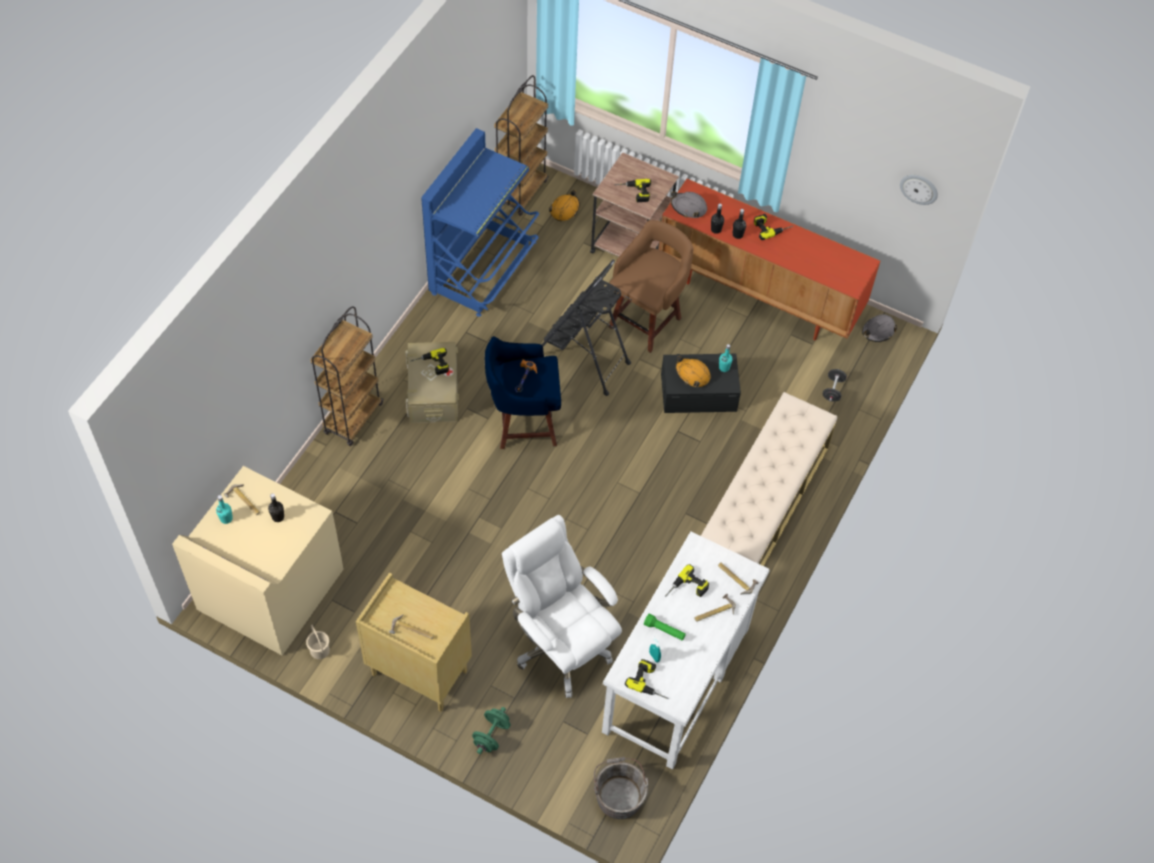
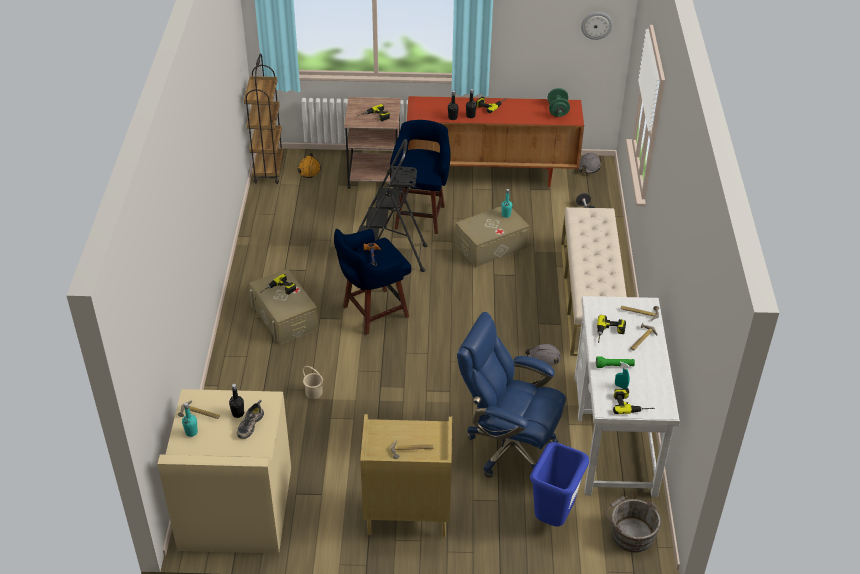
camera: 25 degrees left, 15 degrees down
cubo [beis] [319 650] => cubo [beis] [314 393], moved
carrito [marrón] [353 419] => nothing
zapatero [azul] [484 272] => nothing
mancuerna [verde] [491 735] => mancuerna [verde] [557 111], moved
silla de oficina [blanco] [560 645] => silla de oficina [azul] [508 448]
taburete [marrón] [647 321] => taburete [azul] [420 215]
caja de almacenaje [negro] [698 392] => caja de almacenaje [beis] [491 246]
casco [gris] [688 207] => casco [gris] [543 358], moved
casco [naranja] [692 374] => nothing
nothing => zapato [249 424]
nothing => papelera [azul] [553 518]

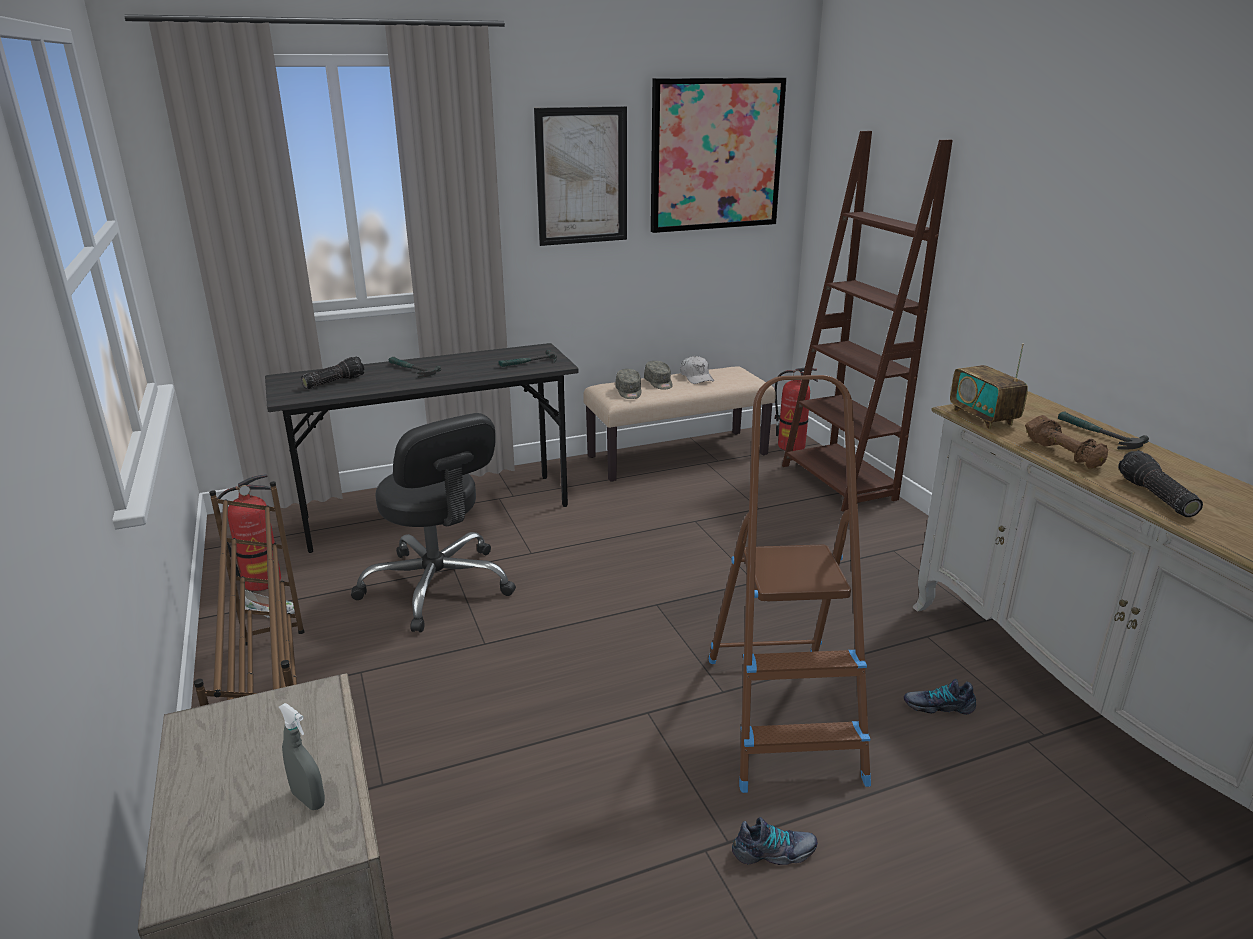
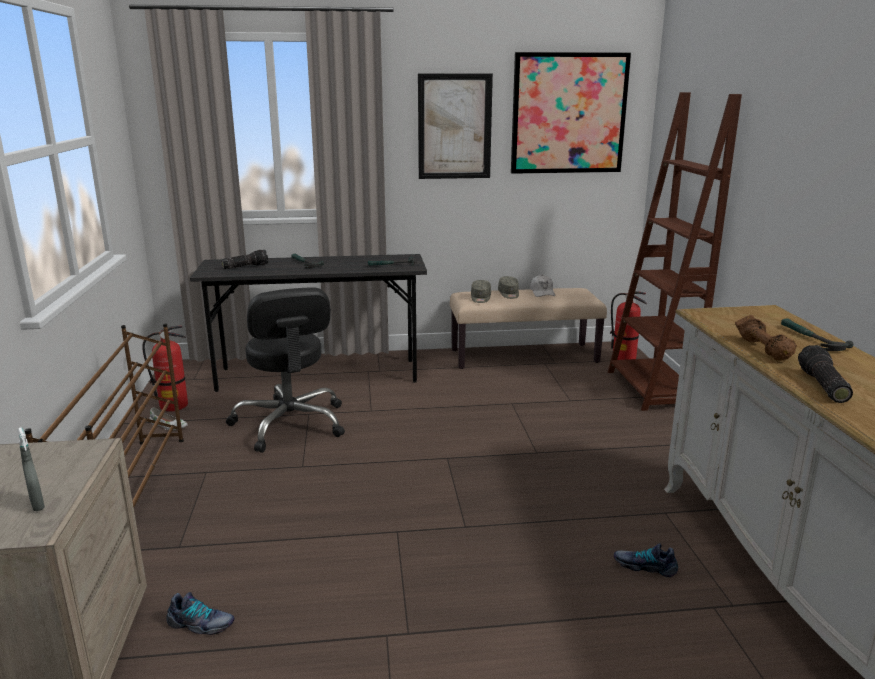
camera: 15 degrees right, 5 degrees down
escalera de tijera [marrón] [782 717] => nothing
zapato [774 853] => zapato [200 625], moved
radio [983 417] => nothing

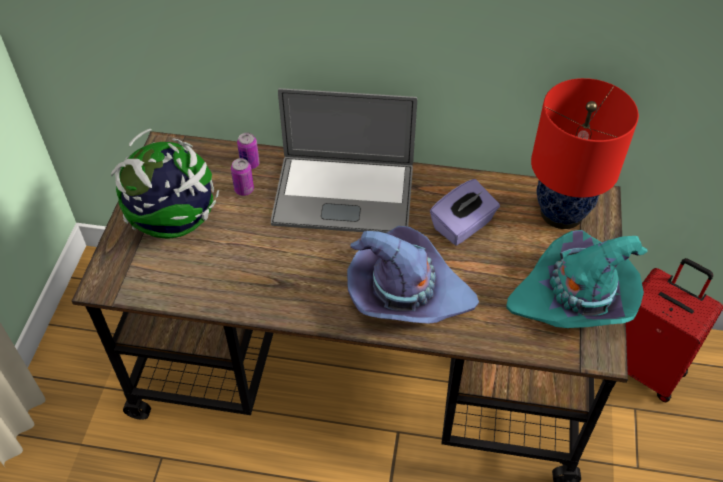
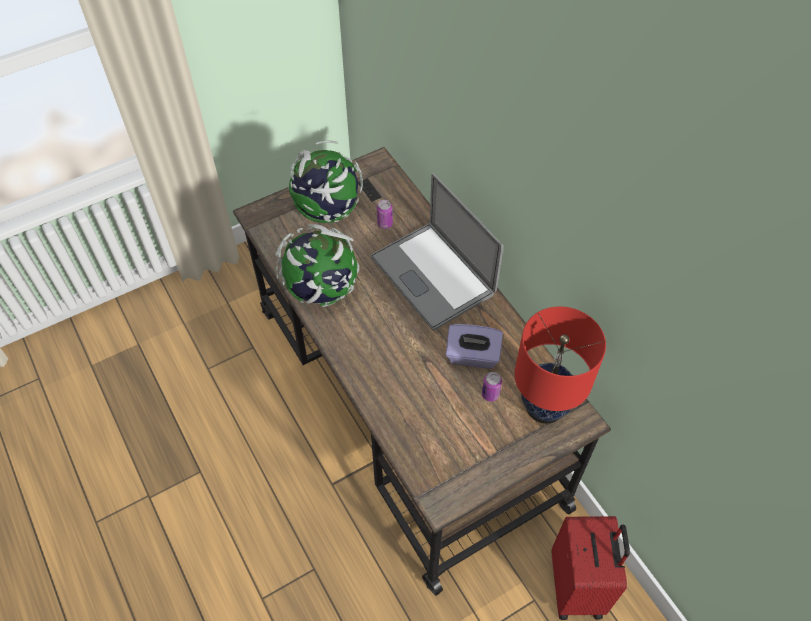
camera: 50 degrees right, 5 degrees up
lata [250 164] => lata [490 394], moved
sombrero [morado] [406 293] => nothing
sombrero [turquesa] [576 298] => nothing
nothing => globo terráqueo [321 290]

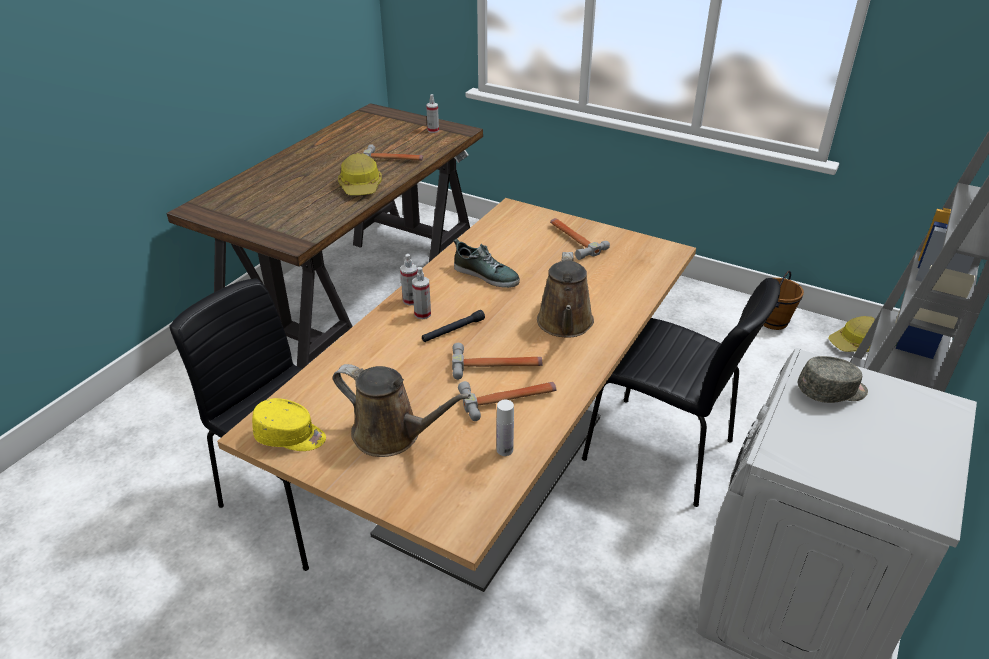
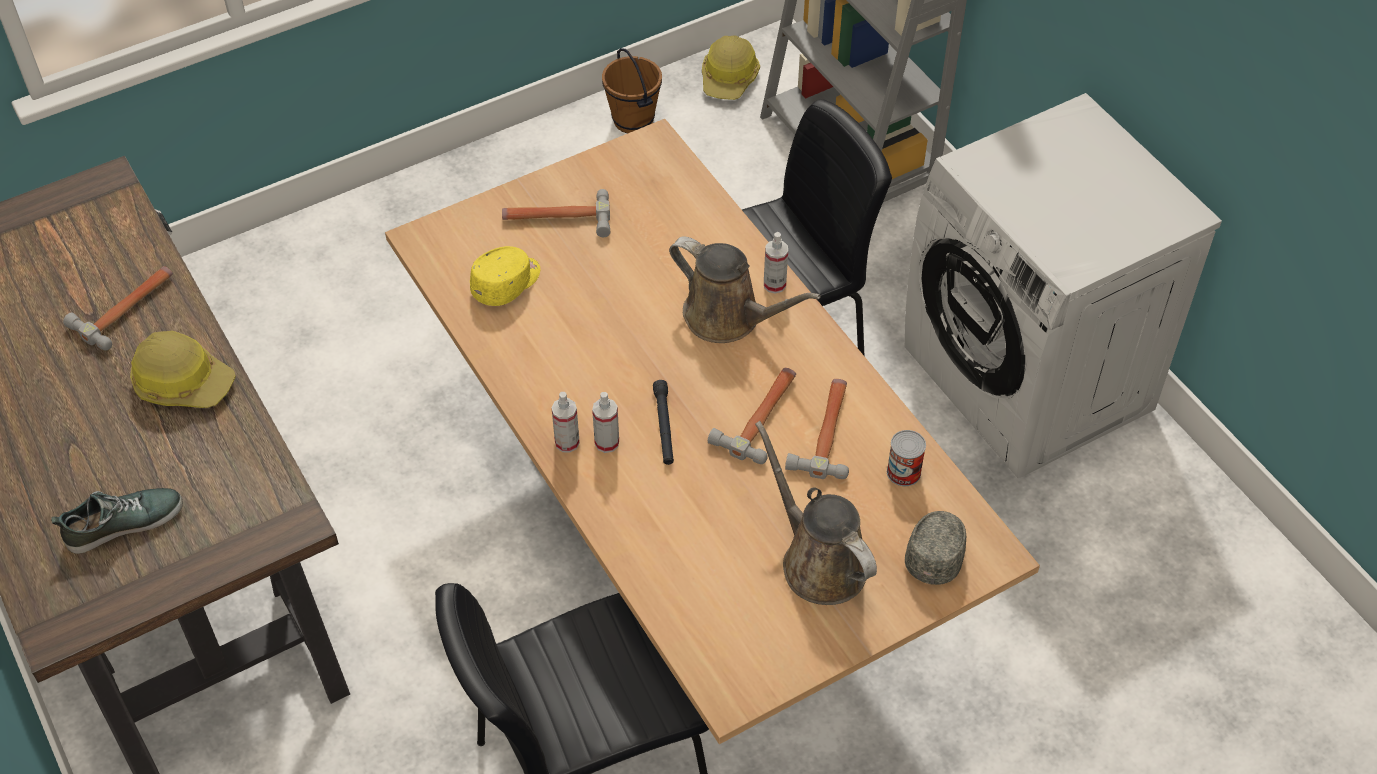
camera: 60 degrees left, 15 degrees up
gorra [amarillo] [290 436] => gorra [amarillo] [507 283], moved
regadera [marrón] [392 435] => regadera [marrón] [818 561], 90 degrees counterclockwise
pulverizador [433 130] => pulverizador [774 284], moved
zapato [486 275] => zapato [124 523], moved
botella [blanco] [504 450] => lata [903 472]
gorra [gris] [832 391] => gorra [gris] [937 552], moved

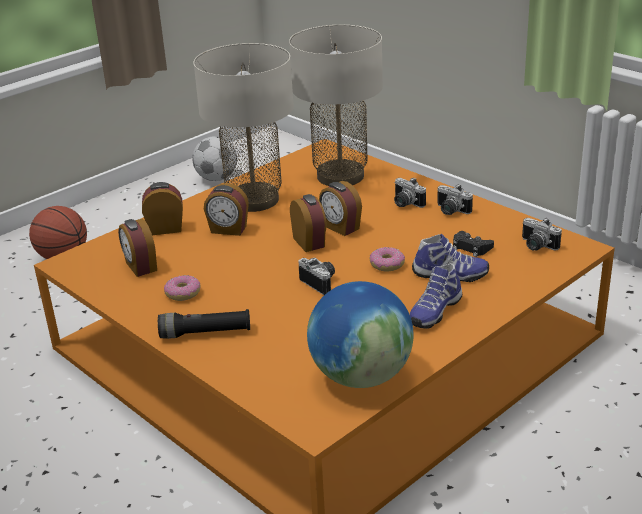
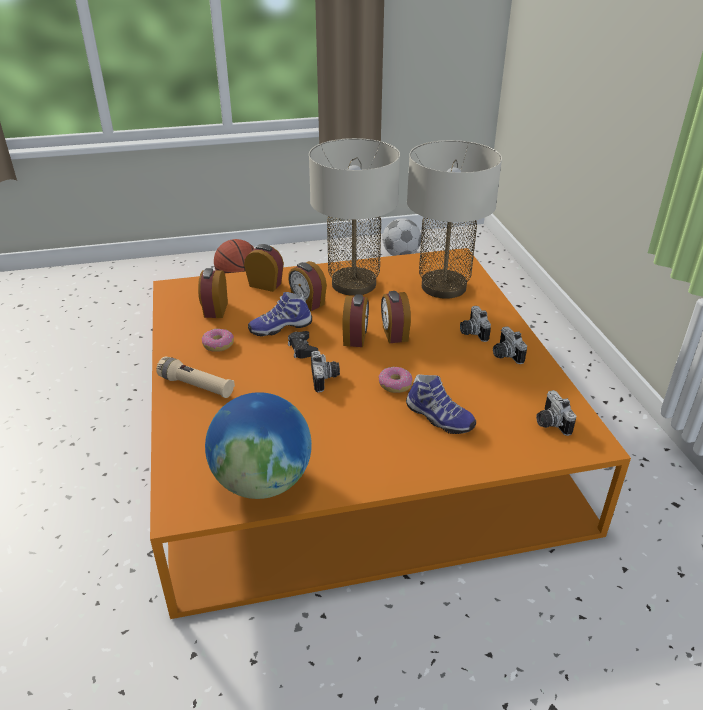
camera: 30 degrees right, 5 degrees up
linterna [negro] [205 333] => linterna [beis] [196 386]
zapato [434 311] => zapato [280 327], moved
mando de consola [negro] [471 247] => mando de consola [negro] [302 348], moved

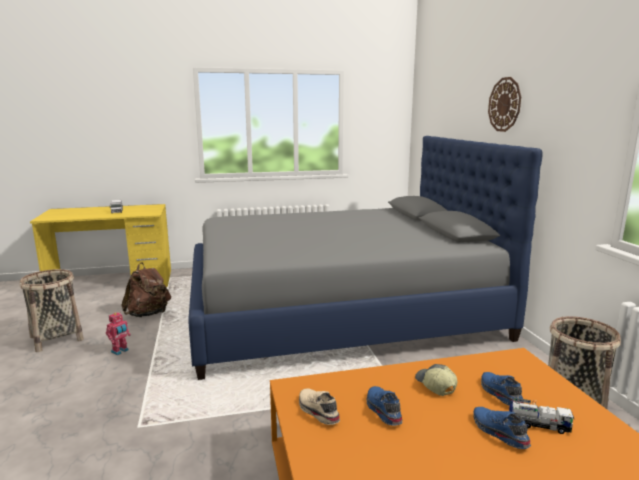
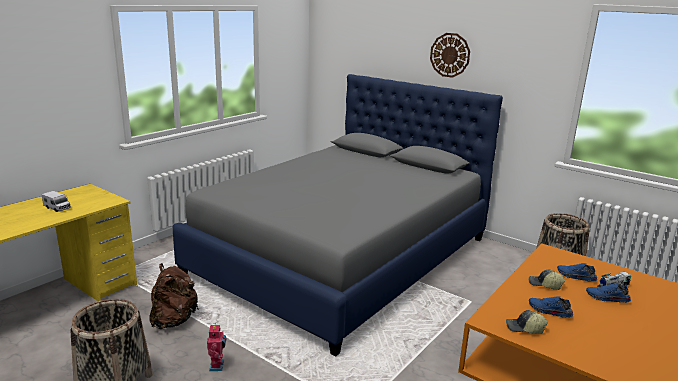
camera: 40 degrees left, 5 degrees up
zapato [beis] [317 411] => gorra [524 328]

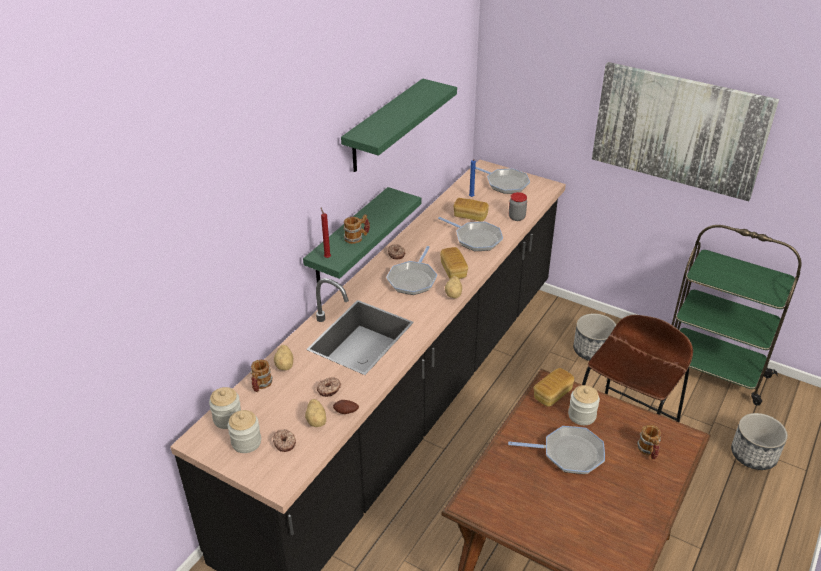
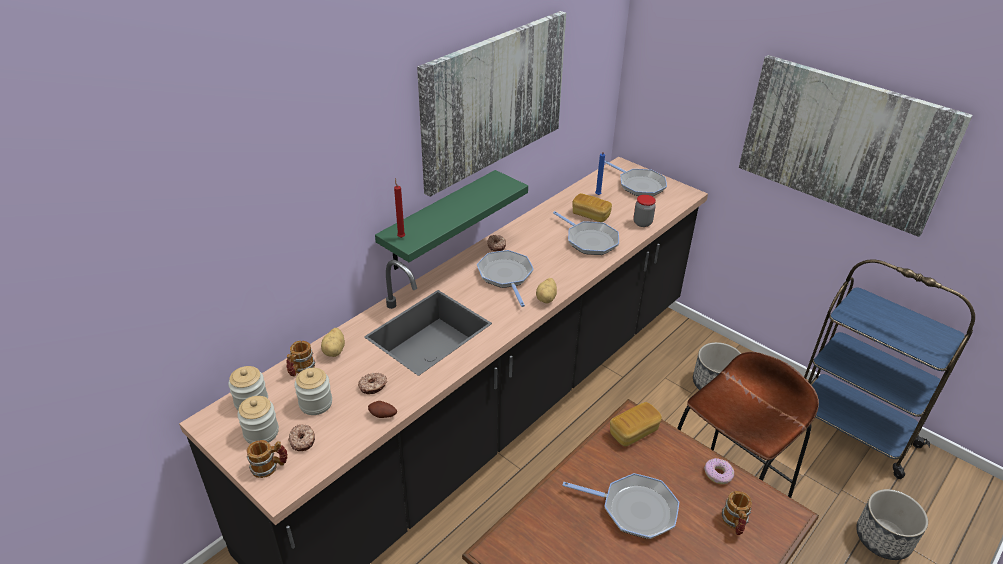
camera: 10 degrees right, 0 degrees up
patata [317 420] => nothing
estante [verde] [384 126] => cuadro [493 100]
taza grande [357 237] => taza grande [270 467], moved
sartén [413 279] => sartén [506 276], 135 degrees clockwise
pan [453 270] => nothing
tarro [582 415] => tarro [316 403], moved
carrito [verde] [713 372] => carrito [azul] [851 430]
nothing => rosquilla [718 474]

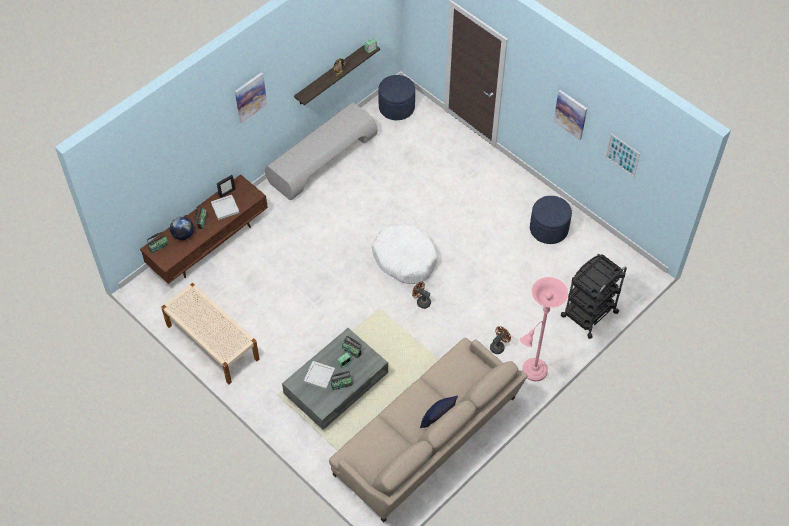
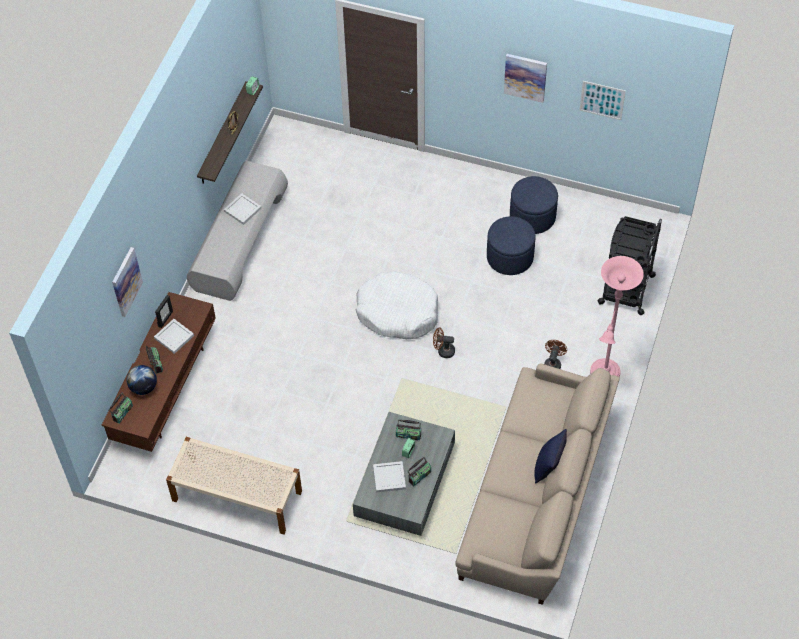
camera: 25 degrees left, 0 degrees up
cuadro [250 97] => cuadro [126 281], moved
puf [azul] [396 107] => puf [azul] [510 257], moved
nothing => bandeja [blanco] [242 210]

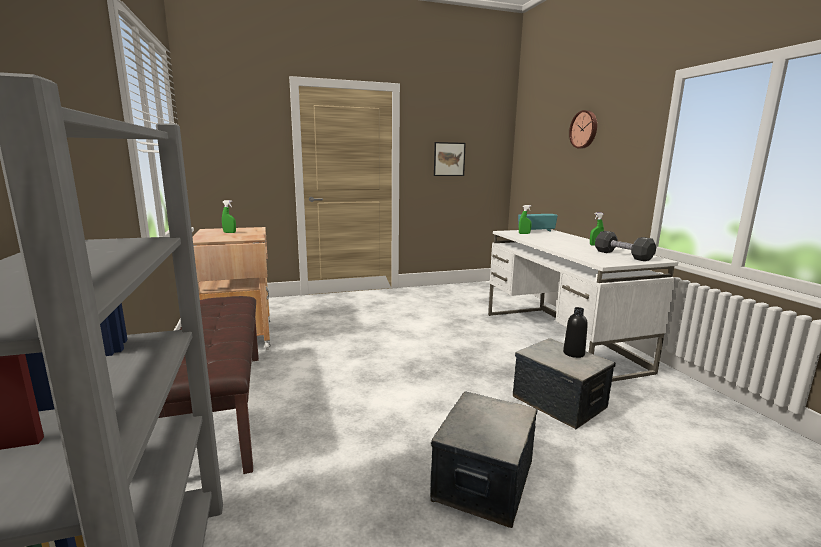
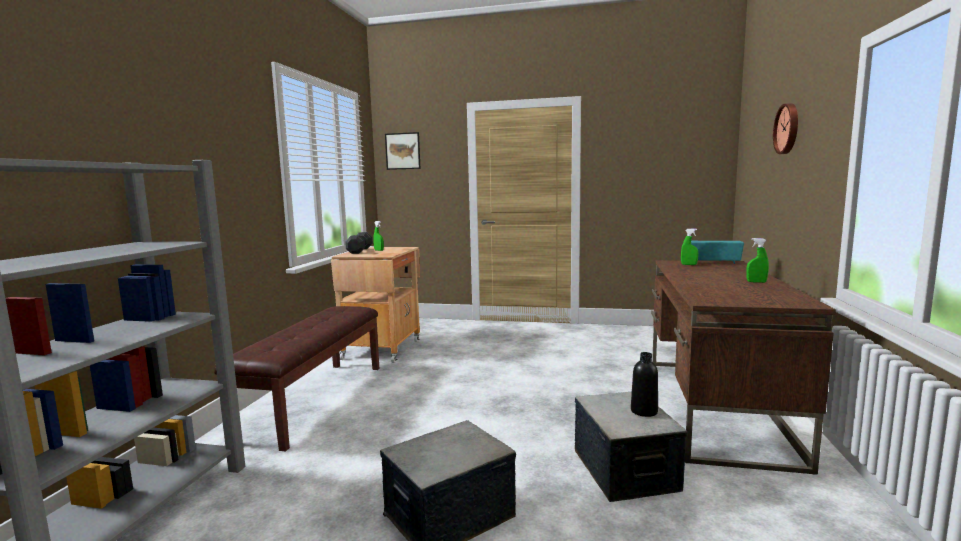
camera: 30 degrees right, 5 degrees down
cuadro [449 159] => cuadro [402 151], moved
escritorio [blanco] [560 340] => escritorio [marrón] [715 407]
mancuerna [negro] [622 255] => mancuerna [negro] [360 251], moved

